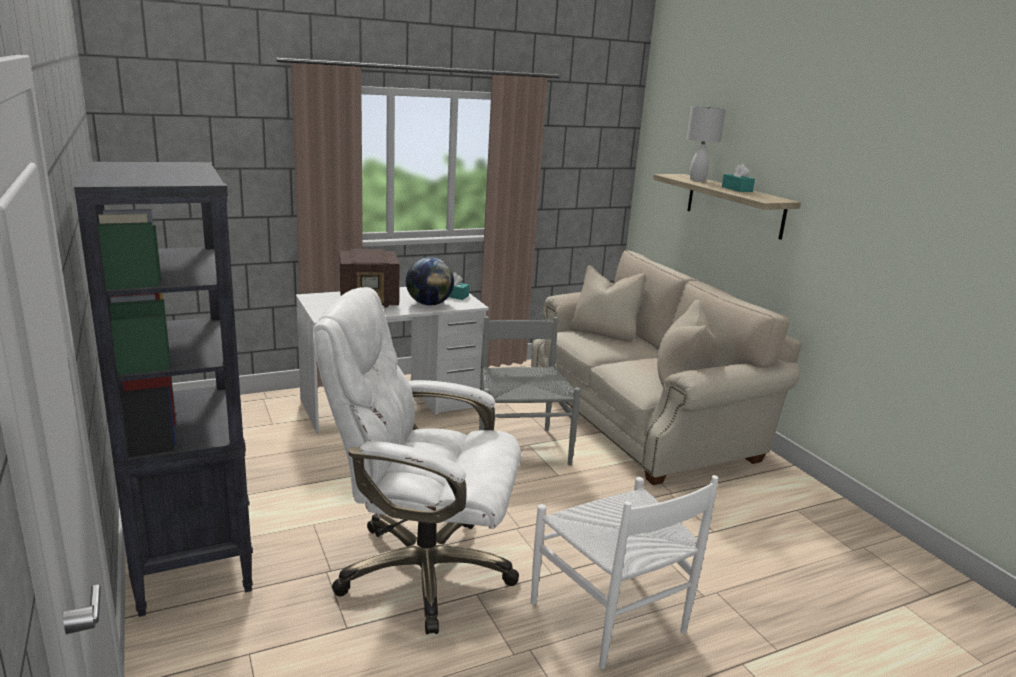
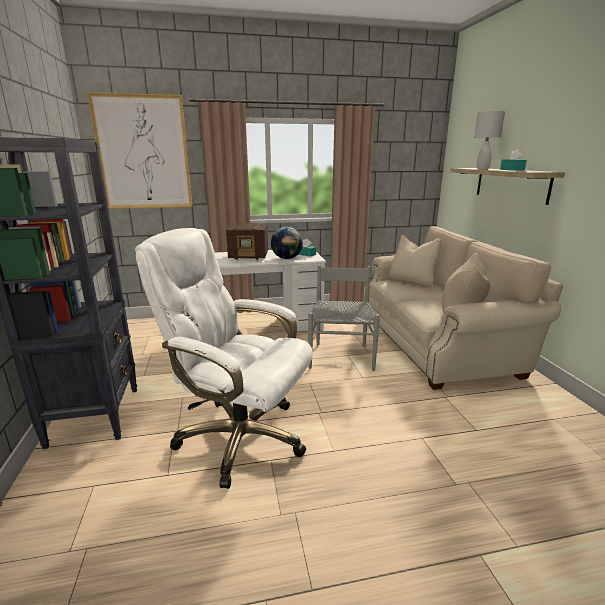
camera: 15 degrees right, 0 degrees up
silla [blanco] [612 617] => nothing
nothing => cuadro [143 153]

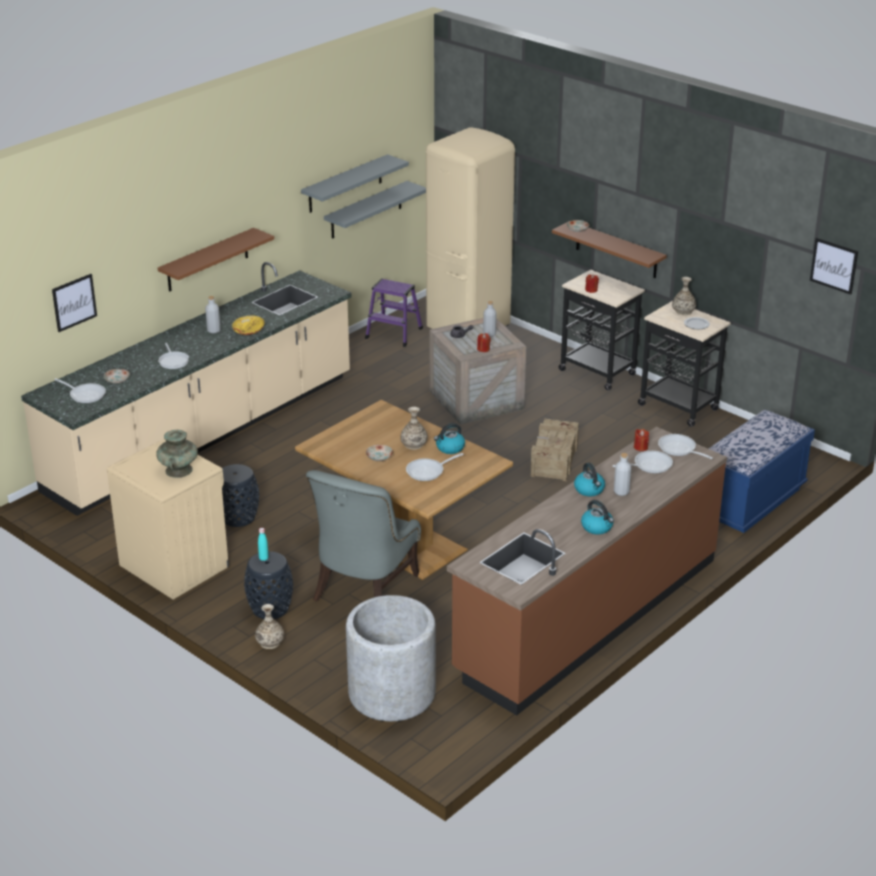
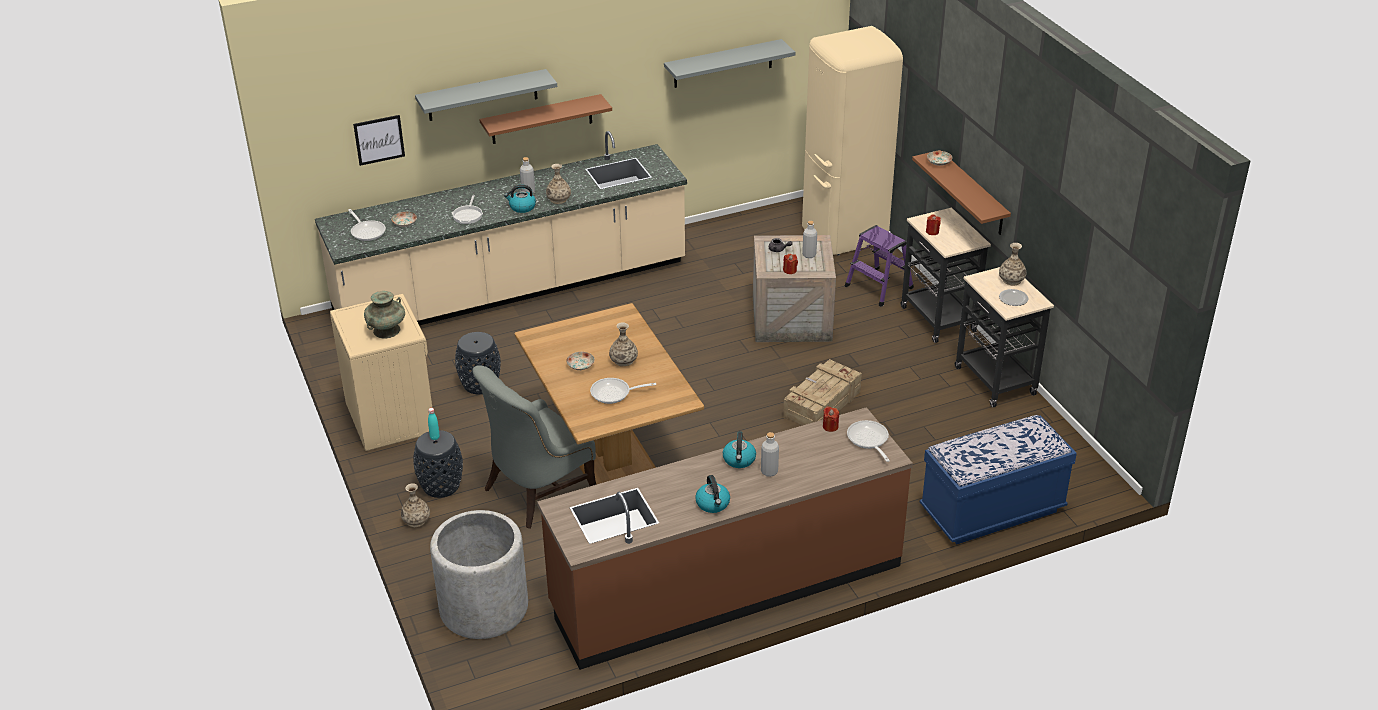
camera: 25 degrees right, 5 degrees up
cuenco [amarillo] [248 331] => florero [558 199]
estante [gris] [366 210] => estante [gris] [482 95], moved
escalera de tijera [morado] [394 333] => escalera de tijera [morado] [879 287], moved
hervidor [450 448] => hervidor [522 207], moved
sartén [649 465] => nothing
cuadro [834 265] => nothing

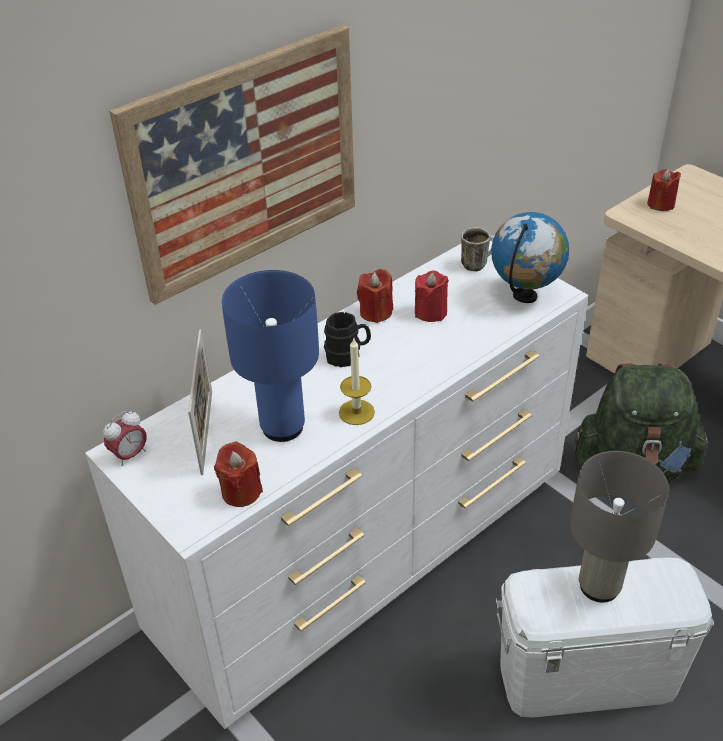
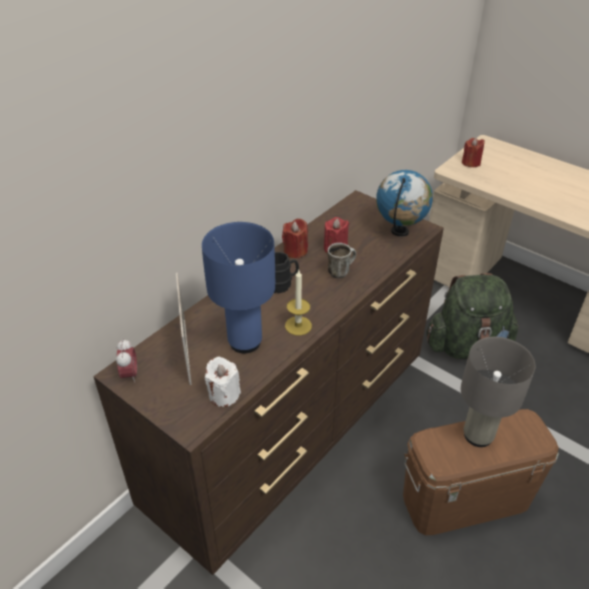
camera: 10 degrees left, 0 degrees up
cómoda [blanco] [367 556] => cómoda [marrón] [294 430]
despertador [130 455] => despertador [130 375], 45 degrees counterclockwise
cuadro [246 163] => nothing
vela [rojo] [241 492] => vela [blanco] [224 395]
taza grande [477 263] => taza grande [340 271], moved
caja de almacenaje [blanco] [587 675] => caja de almacenaje [marrón] [465 499]

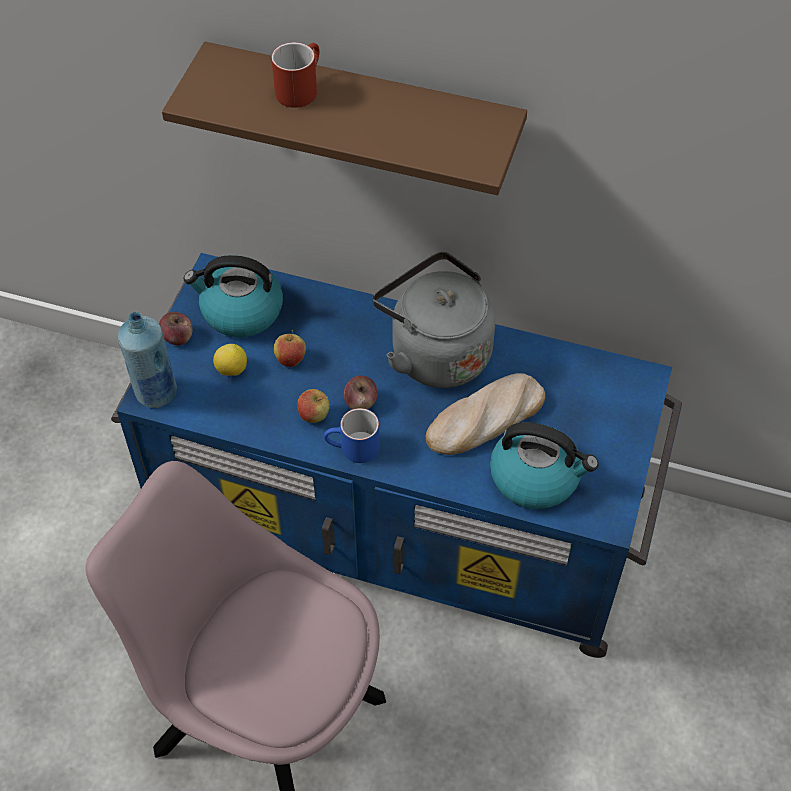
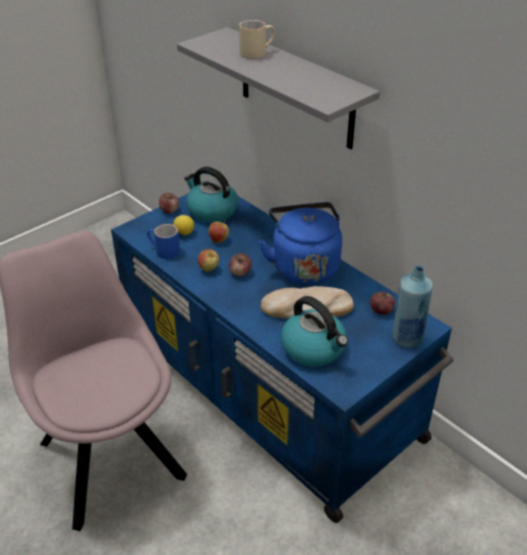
camera: 30 degrees right, 15 degrees down
botella [azul] [155 393] => botella [azul] [406 338], moved
estante [marrón] [363 116] => estante [gris] [296 89]
taza grande [rojo] [300 88] => taza grande [beis] [257 52]
taza grande [azul] [352 449] => taza grande [azul] [163 251], moved
hervidor [gris] [435 352] => hervidor [azul] [303 266]
nothing => manzana [381 311]

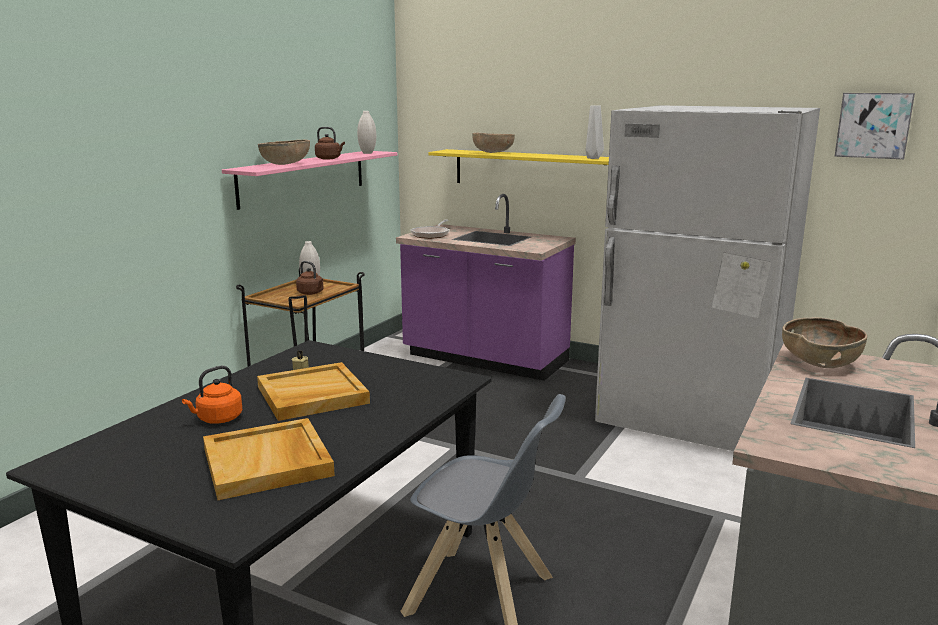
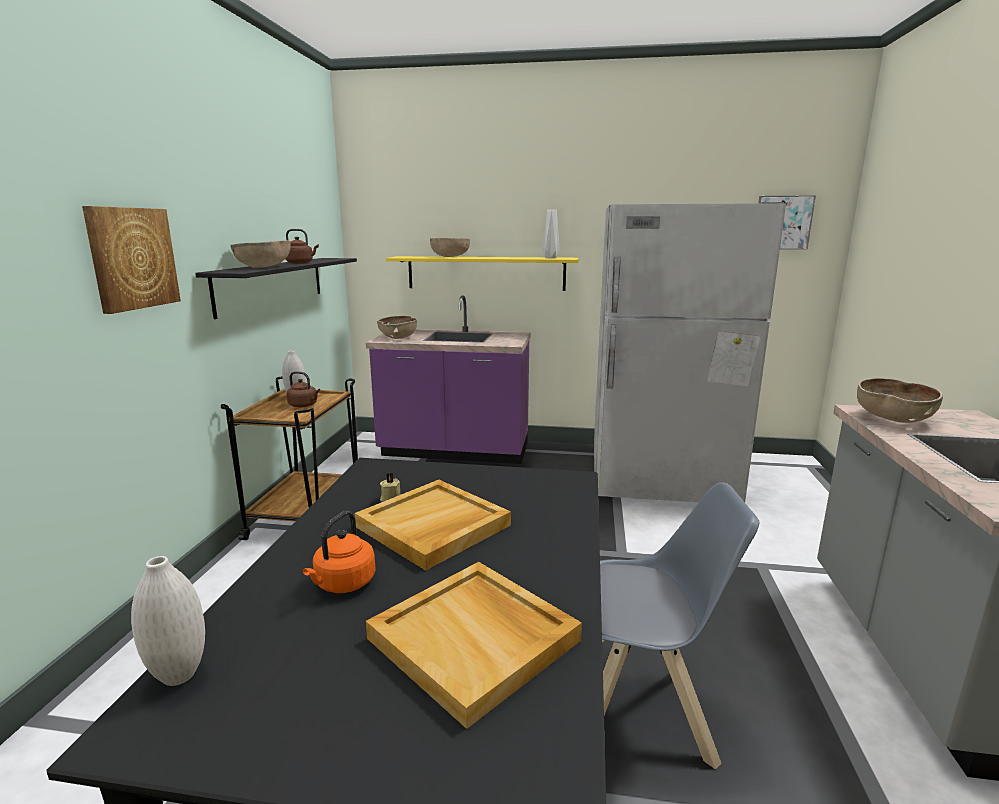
camera: 20 degrees left, 0 degrees up
estante [rosa] [304 177] => estante [negro] [272 284]
florero [blanco] [367 153] => florero [blanco] [179 675], moved
sartén [431 234] => cuenco [marrón] [398 338]
nothing => cuadro [132 258]

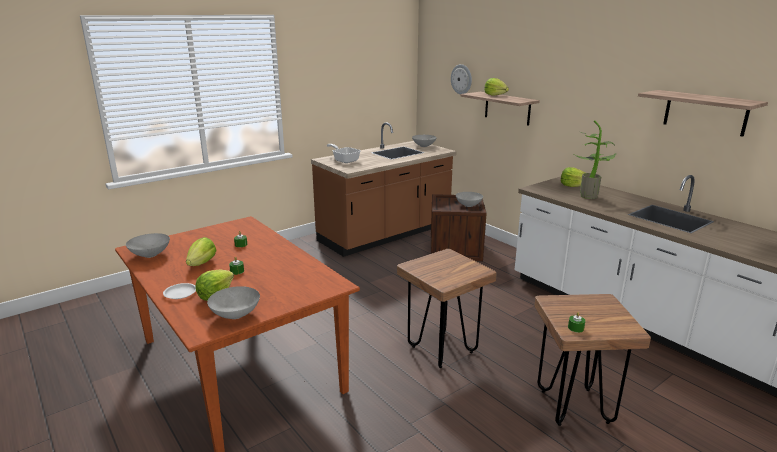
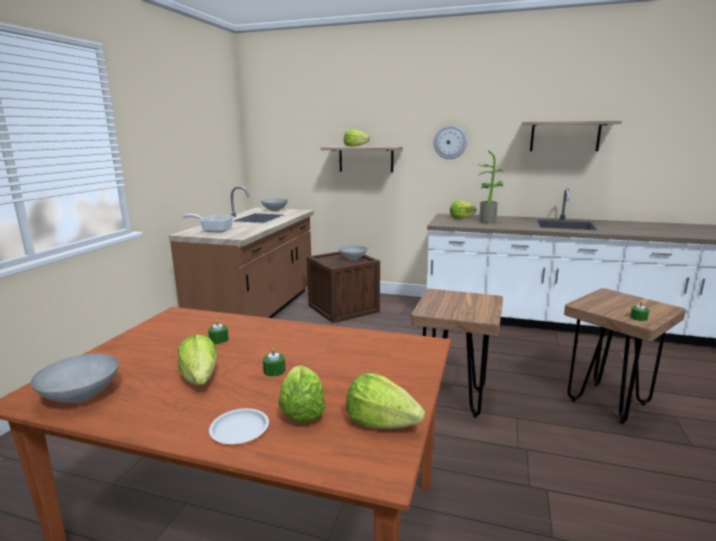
camera: 35 degrees left, 5 degrees down
cuenco [gris] [236 314] => lechuga [381 423]
reloj de pared [461 79] => reloj de pared [450 142], moved

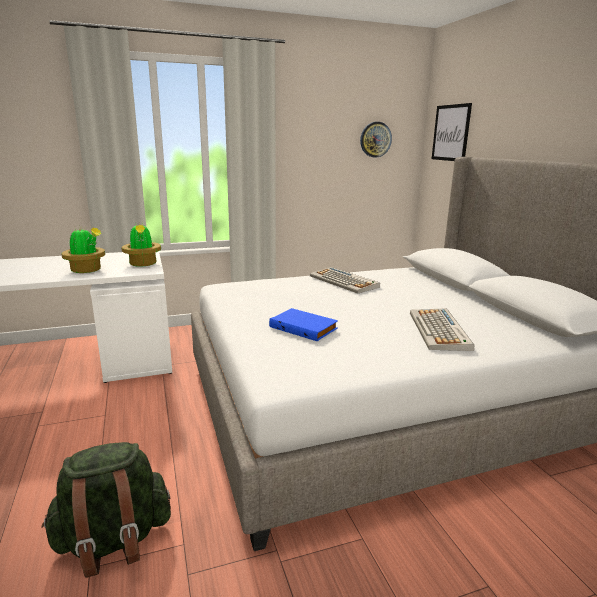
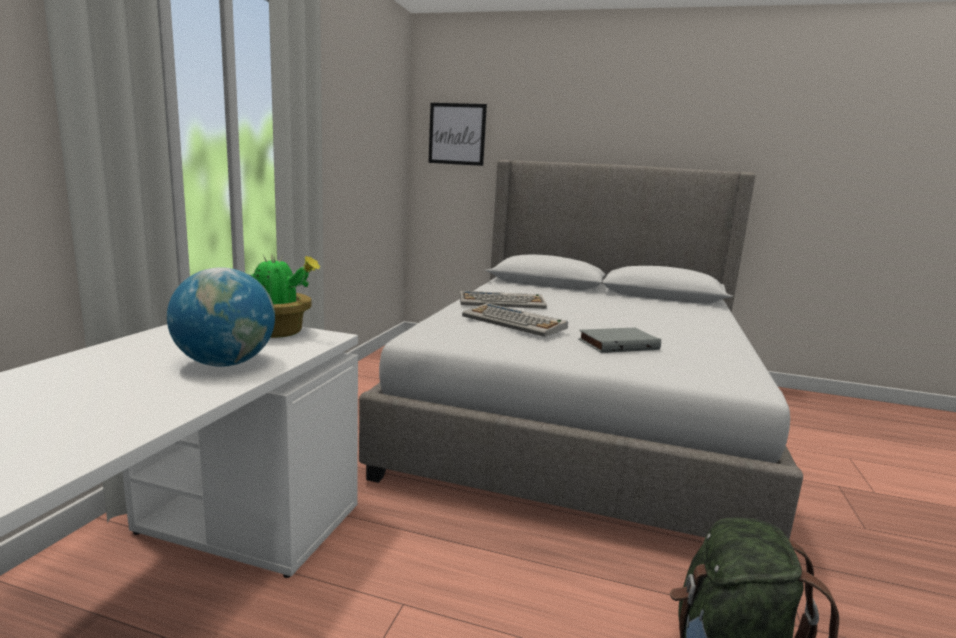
camera: 55 degrees left, 5 degrees down
planta en maceta [87 270] => globo terráqueo [225 363]
libro [azul] [304 327] => libro [gris] [617 344]
reloj de pared [375 139] => nothing
teclado [439 331] => teclado [515 322], moved

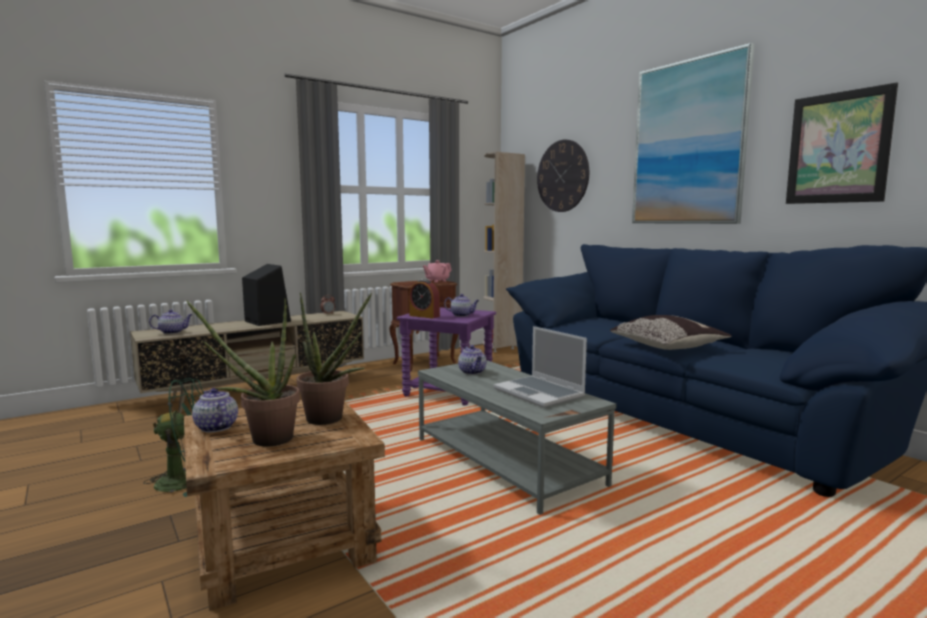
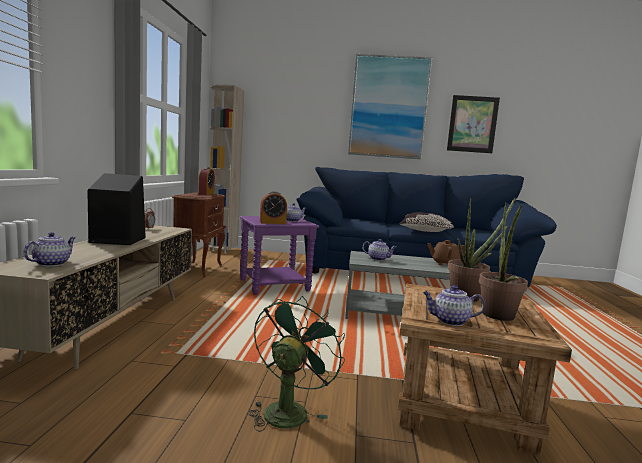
camera: 50 degrees left, 0 degrees up
tetera [rosa] [437 281] => despertador [206 193]
portátil [540 393] => tetera [marrón] [444 263]
reloj de pared [562 176] => nothing

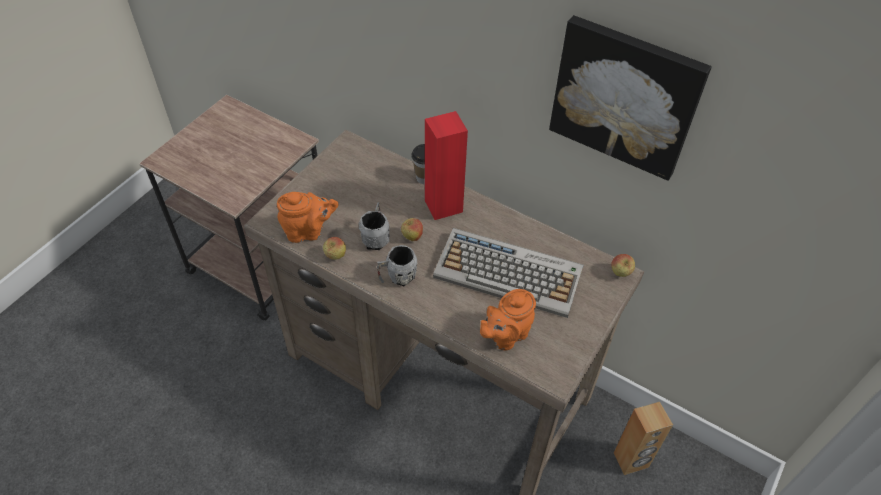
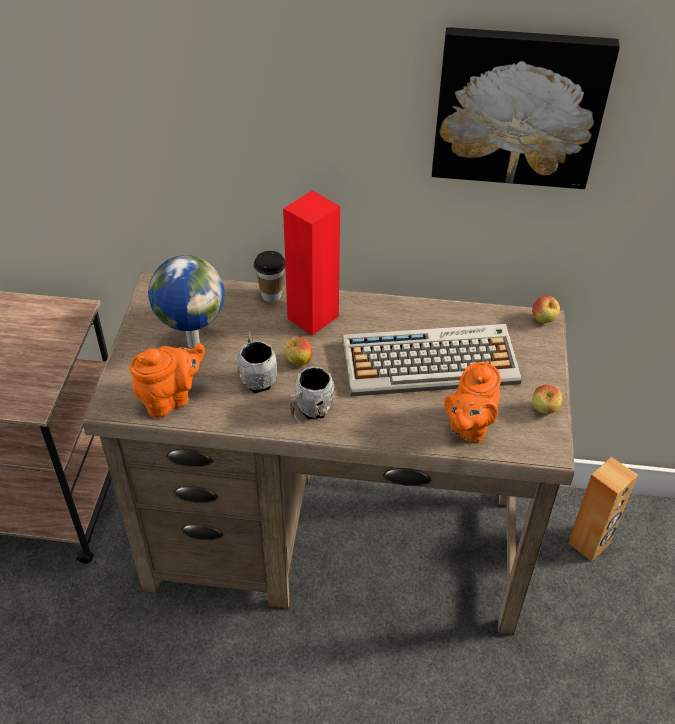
camera: 25 degrees left, 5 degrees down
manzana [335 256] => manzana [544 410], moved
nothing => globo terráqueo [193 343]

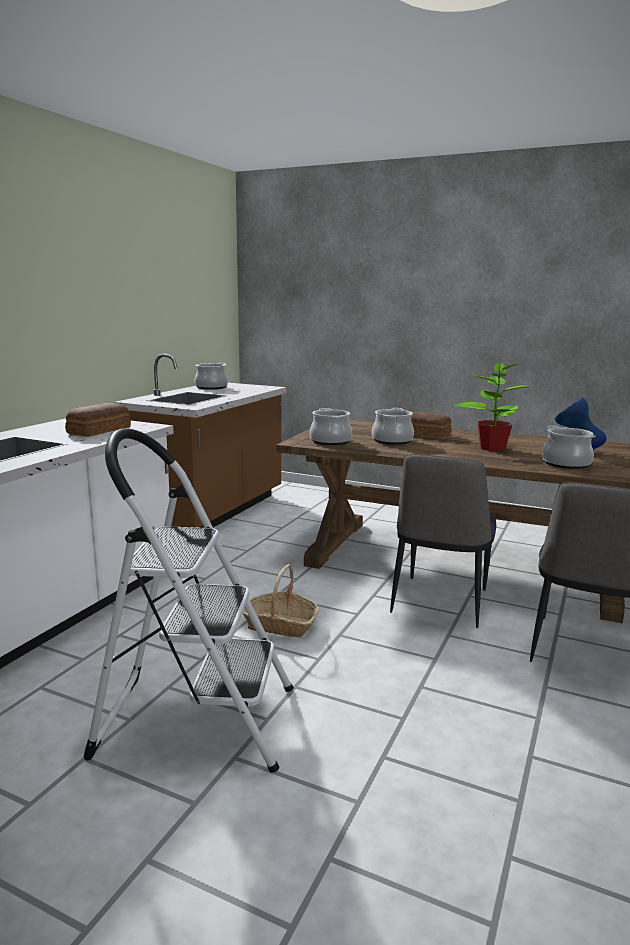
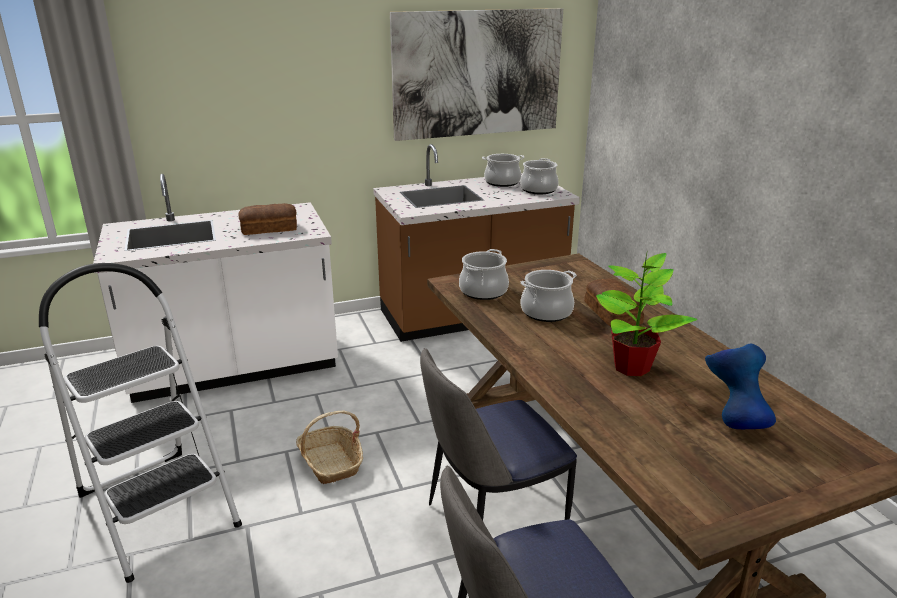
camera: 45 degrees right, 10 degrees up
olla [566 464] => olla [538 190], moved
nothing => cuadro [477 73]

